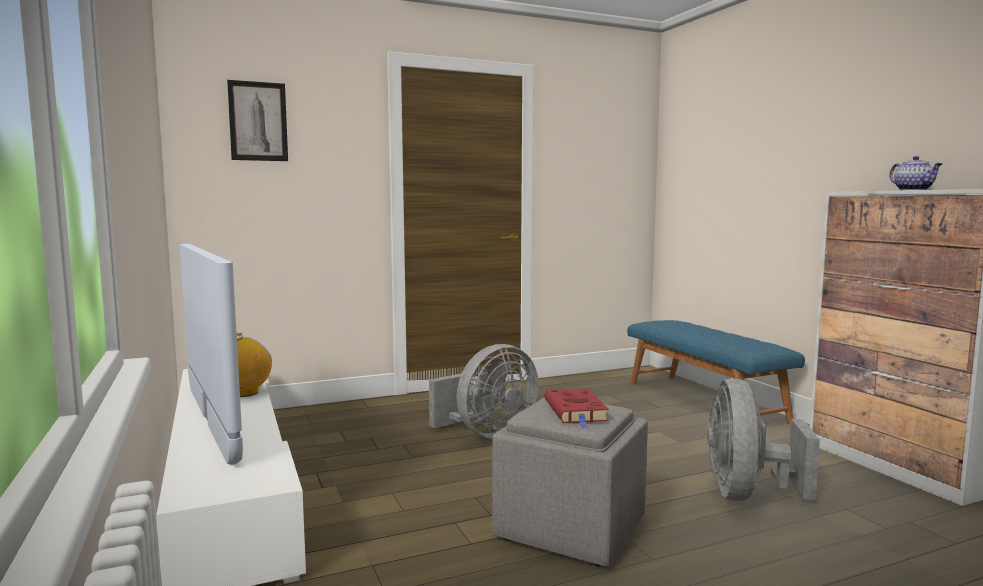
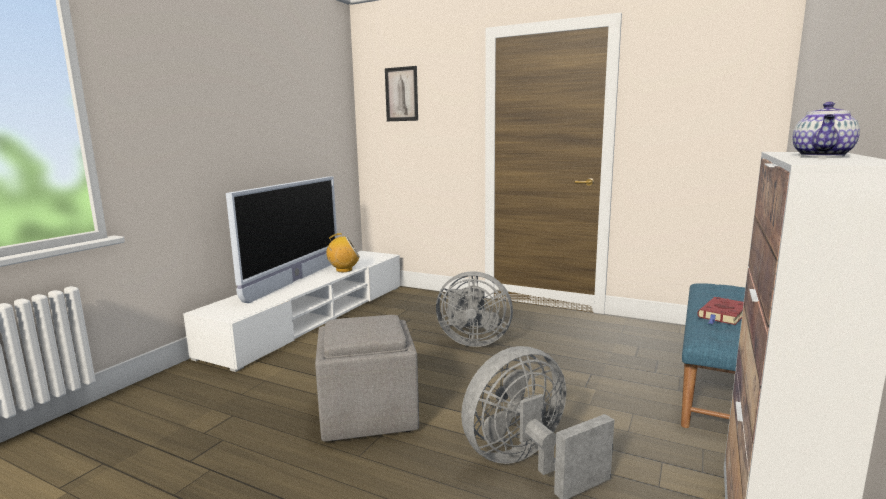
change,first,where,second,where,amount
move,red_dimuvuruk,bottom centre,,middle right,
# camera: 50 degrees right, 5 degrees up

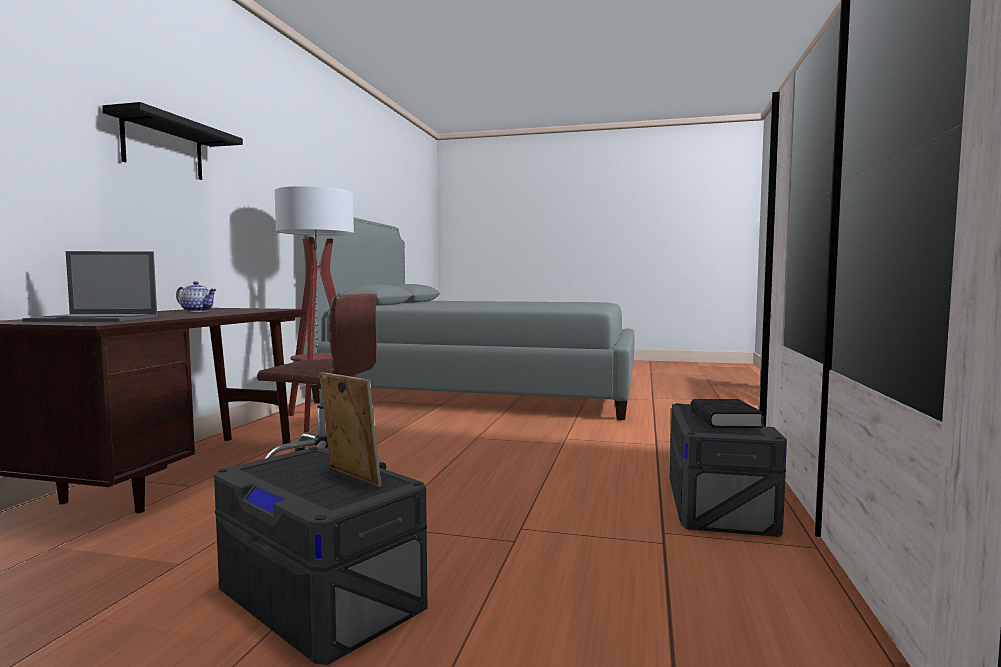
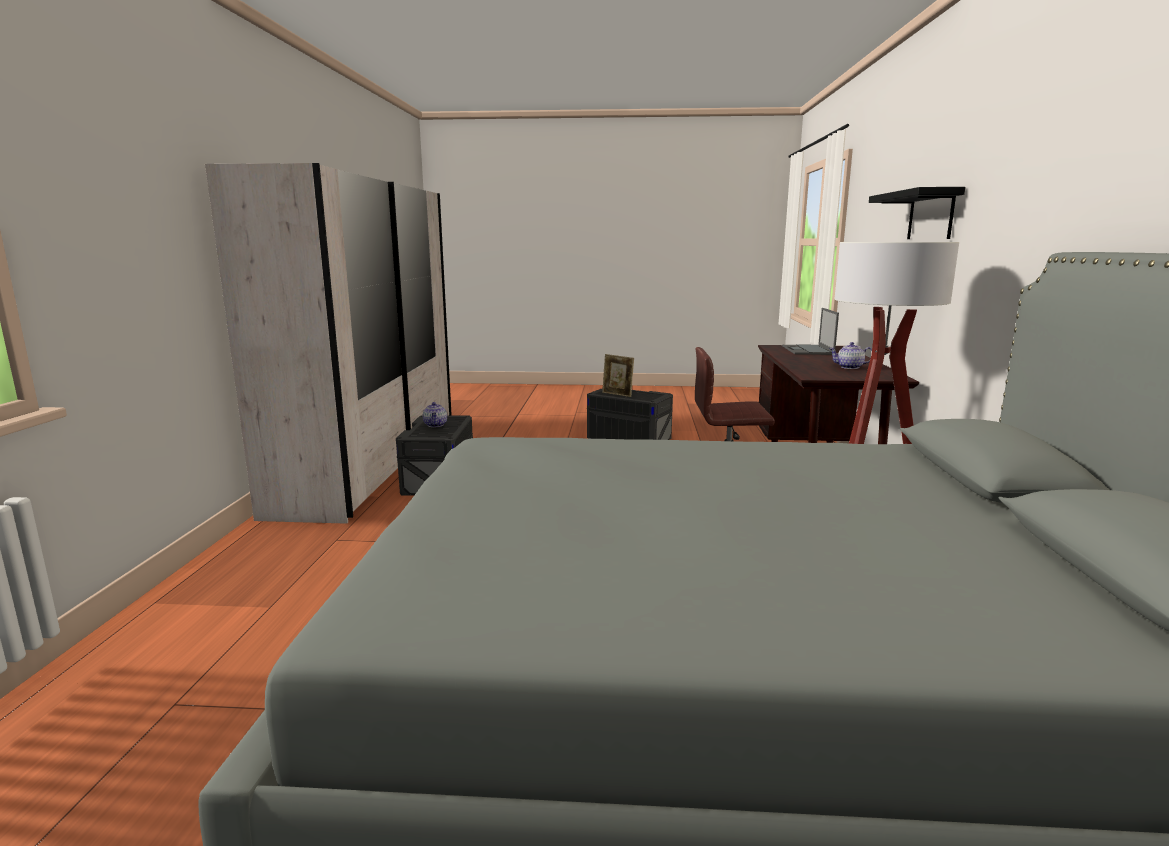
change,first,where,second,where,amount
rotate,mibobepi,middle left,,middle right,75 degrees counterclockwise
replace,black_dimuvuruk,middle right,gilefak (1st from left),centre,
# camera: 170 degrees right, 10 degrees up

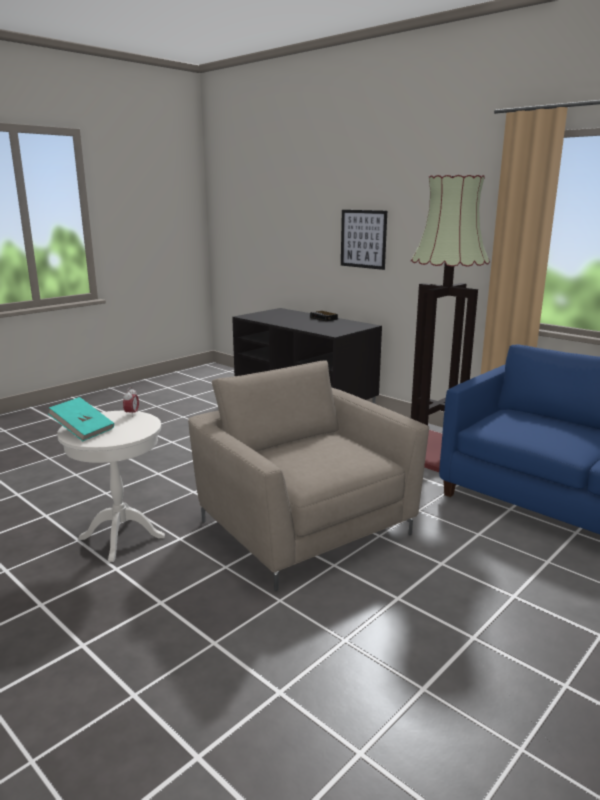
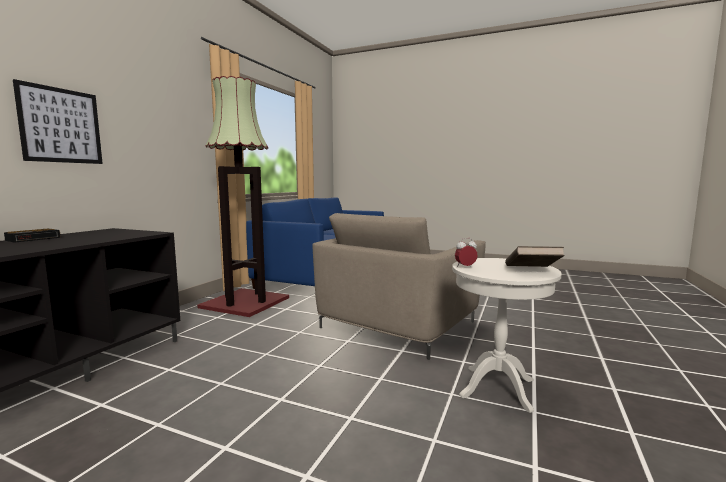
change,first,where,second,where,amount
recolor,turquoise_dimuvuruk,middle left,brown_dimuvuruk,middle right,
# camera: 110 degrees left, 10 degrees down

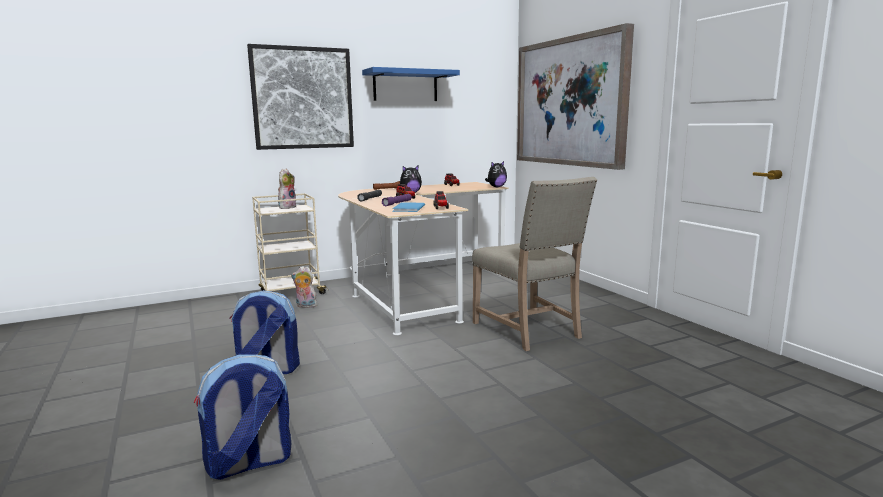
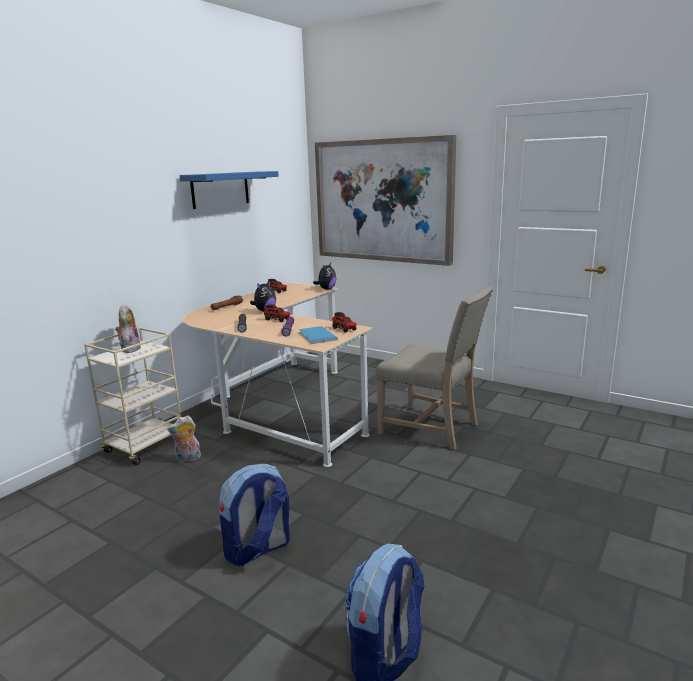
change,first,where,second,where,amount
delete,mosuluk (1st from left),top centre,,,
# camera: 30 degrees left, 5 degrees up

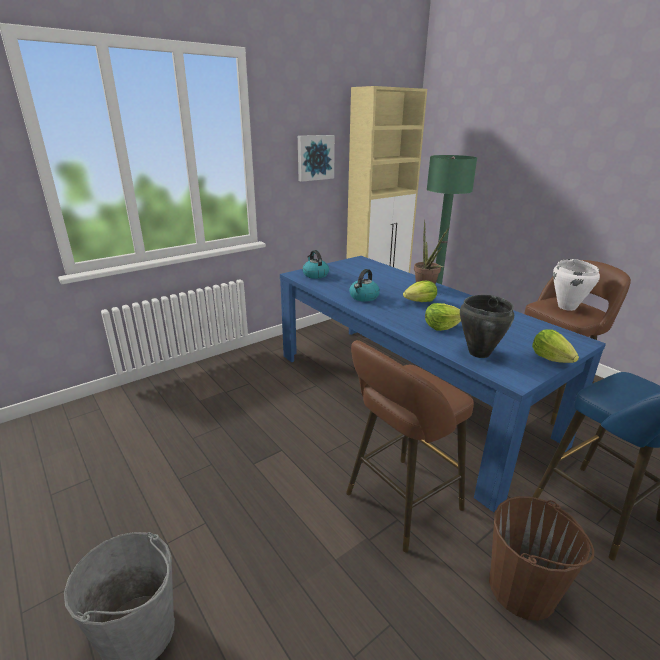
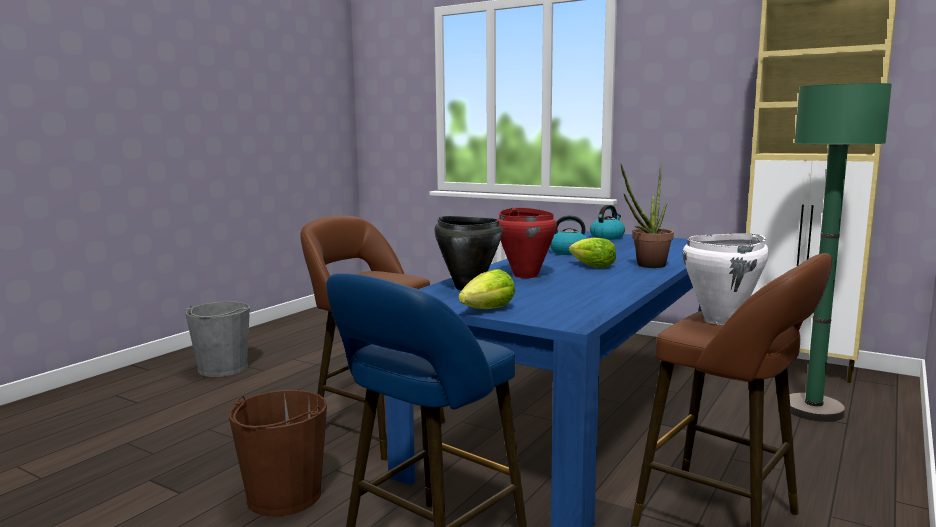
change,first,where,second,where,amount
delete,mosuluk,top centre,,,
replace,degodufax (2nd from left),middle right,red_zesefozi,centre,
# camera: 70 degrees right, 15 degrees down

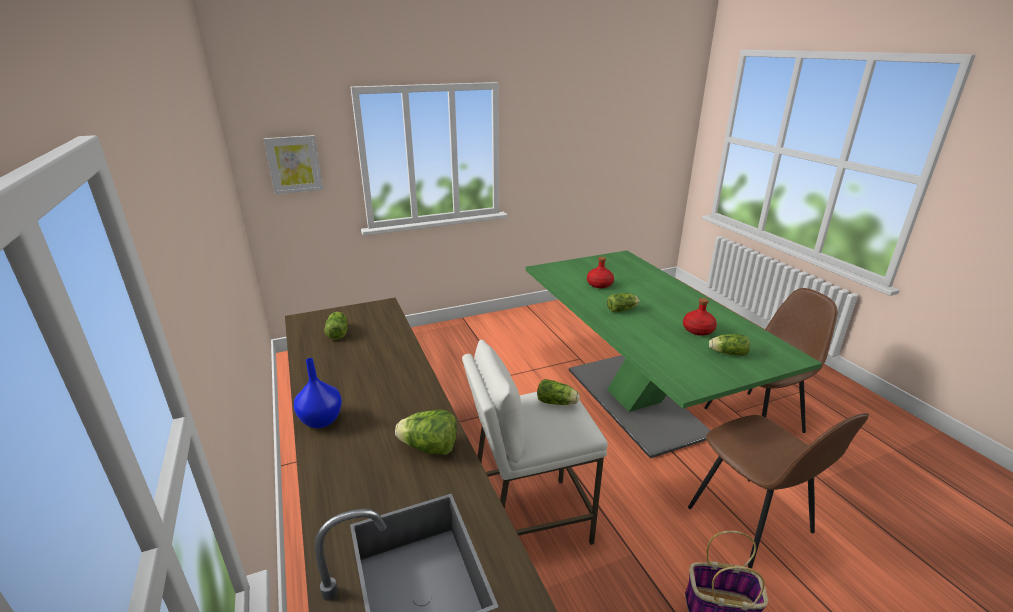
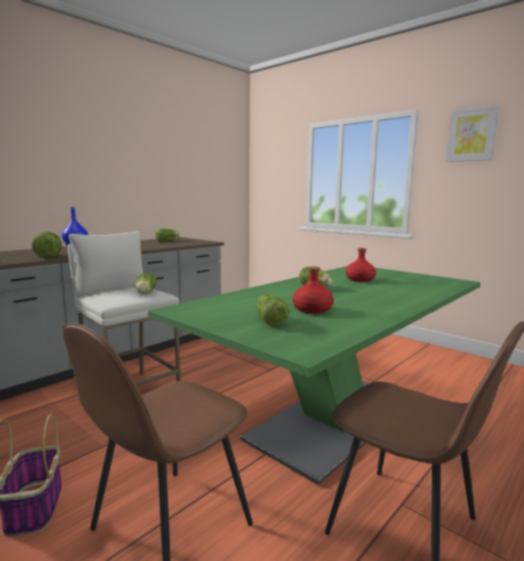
change,first,where,second,where,amount
move,mosuluk,top left,,top right,
# camera: 65 degrees right, 15 degrees down

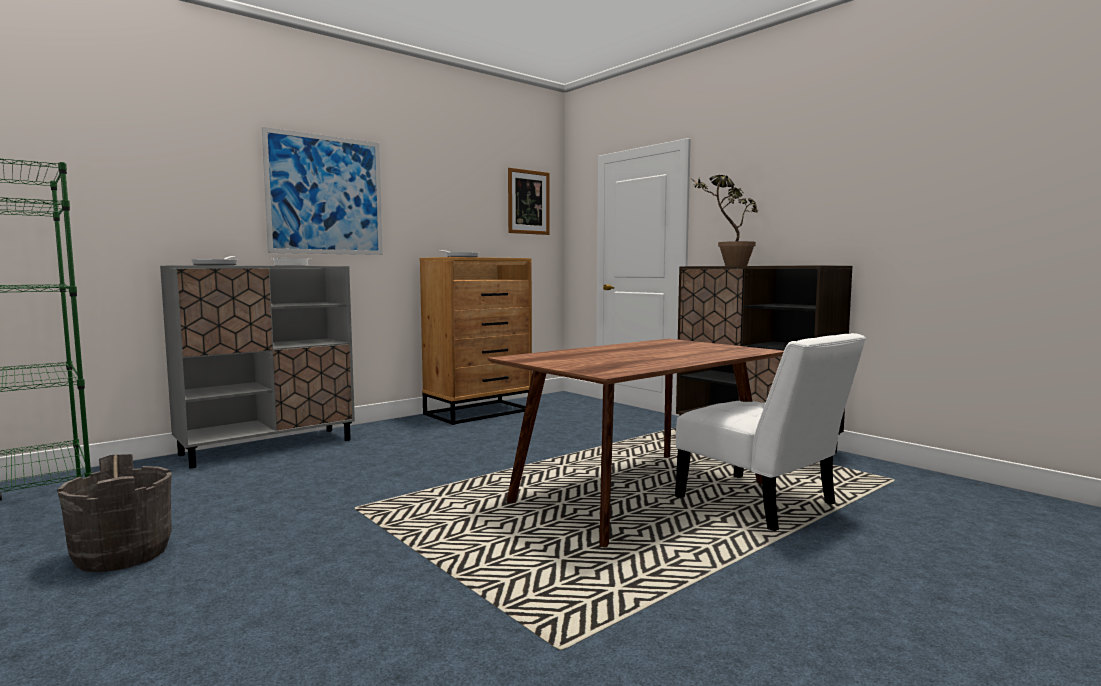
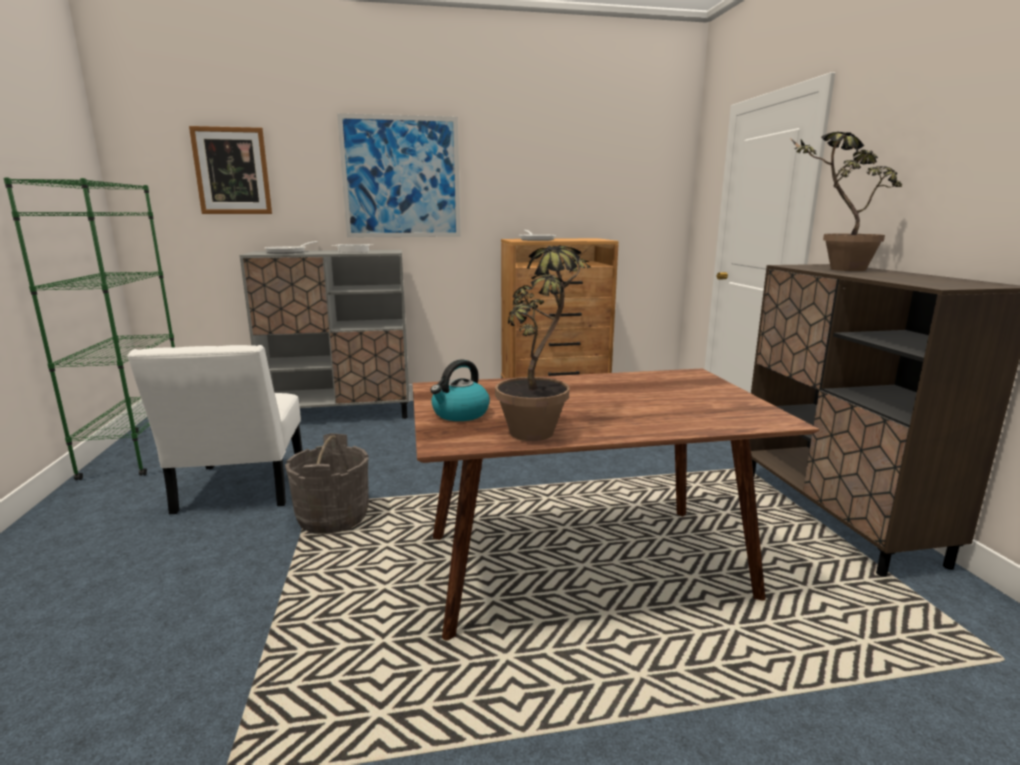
change,first,where,second,where,amount
move,mosuluk (2nd from left in the first image),top centre,mosuluk (1st from left),top left,
move,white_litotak,middle right,,middle left,
move,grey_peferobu,bottom left,,middle left,
insert,,,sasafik (1st from left),centre,
insert,,,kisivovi,centre,
# camera: 30 degrees right, 10 degrees up

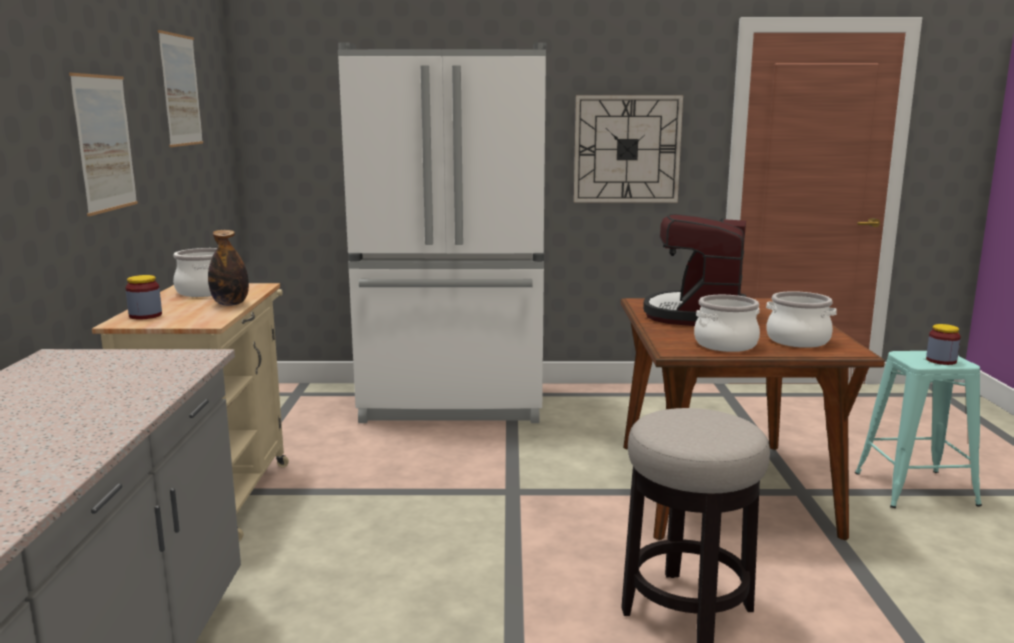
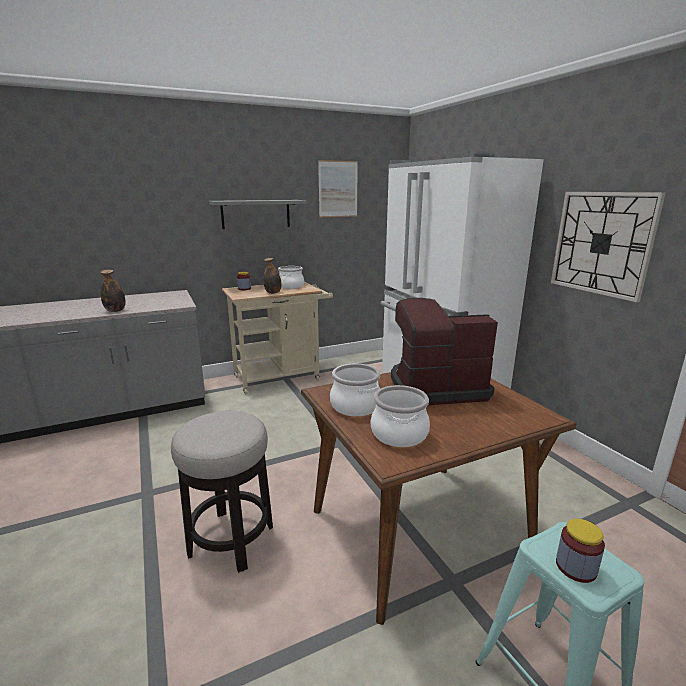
change,first,where,second,where,amount
replace,mosuluk (1st from left),top left,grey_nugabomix,top centre,
insert,,,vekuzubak (1st from left),middle left,
# camera: 65 degrees right, 5 degrees up

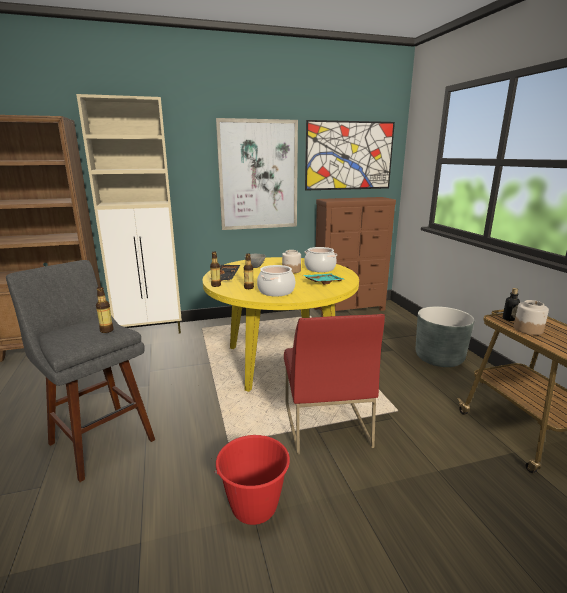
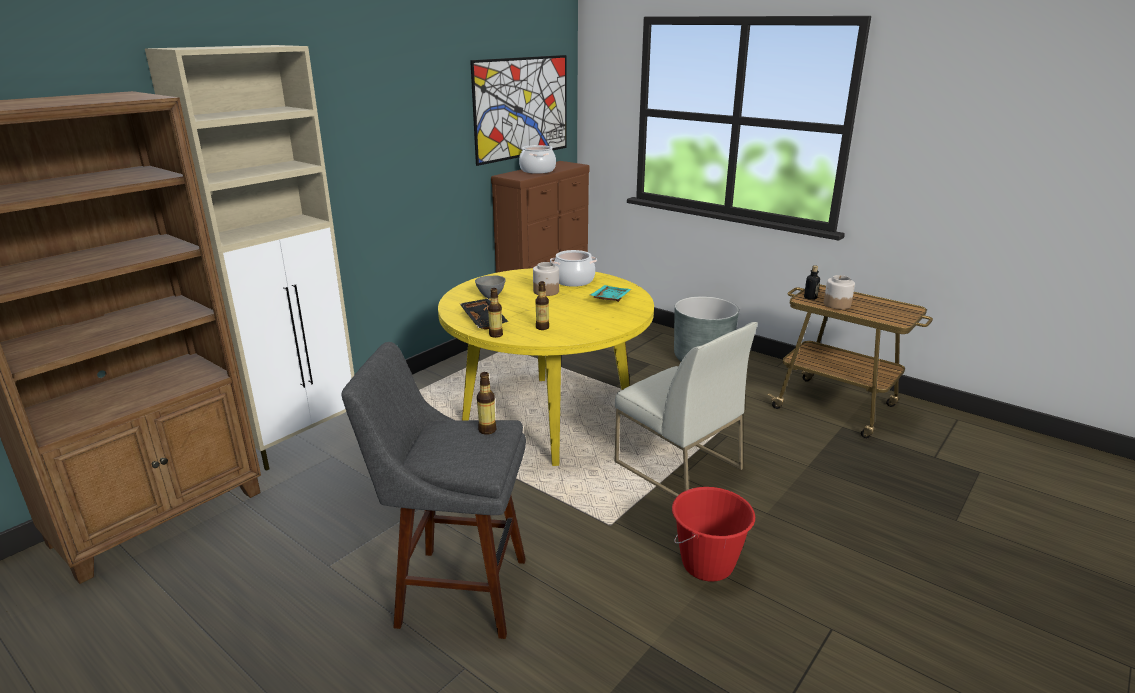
change,first,where,second,where,amount
delete,mosuluk (1st from left),top centre,,,
move,zesefozi (1st from left),centre,,top centre,
recolor,red_litotak,centre,white_litotak,centre,
# camera: 35 degrees left, 5 degrees up

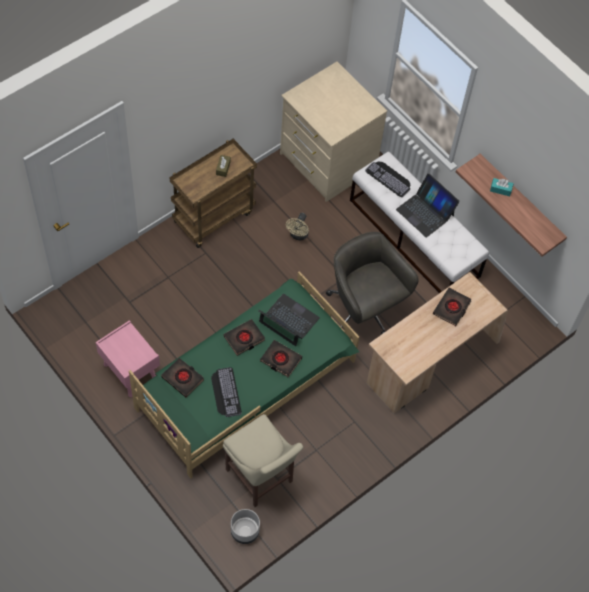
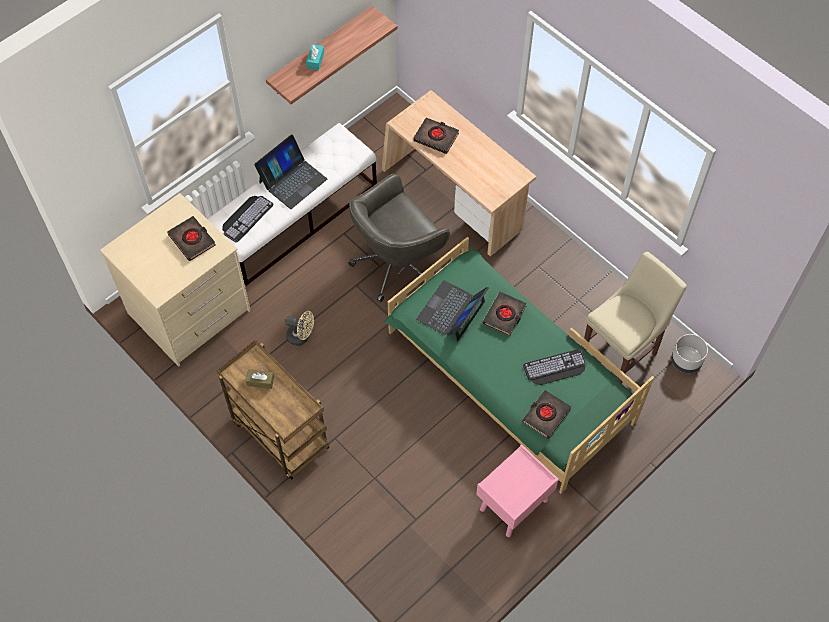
change,first,where,second,where,amount
move,black_dimuvuruk (2nd from left in the first image),centre,black_dimuvuruk (1st from left),middle left,
# camera: 90 degrees left, 0 degrees up

